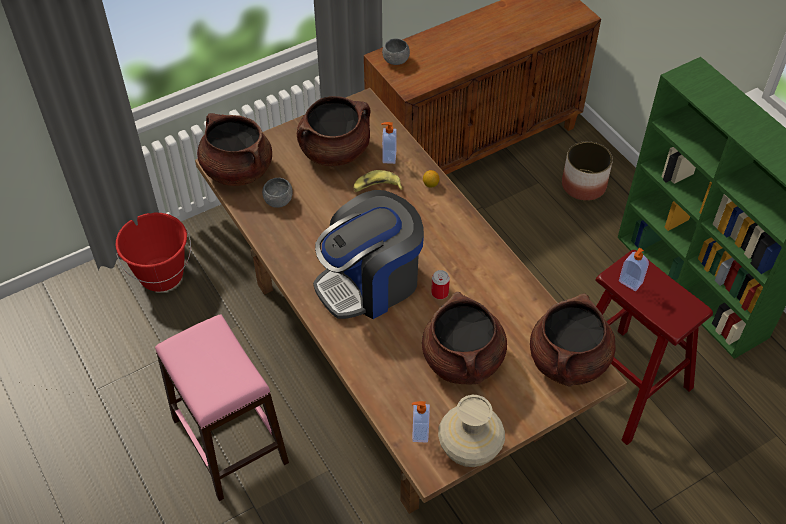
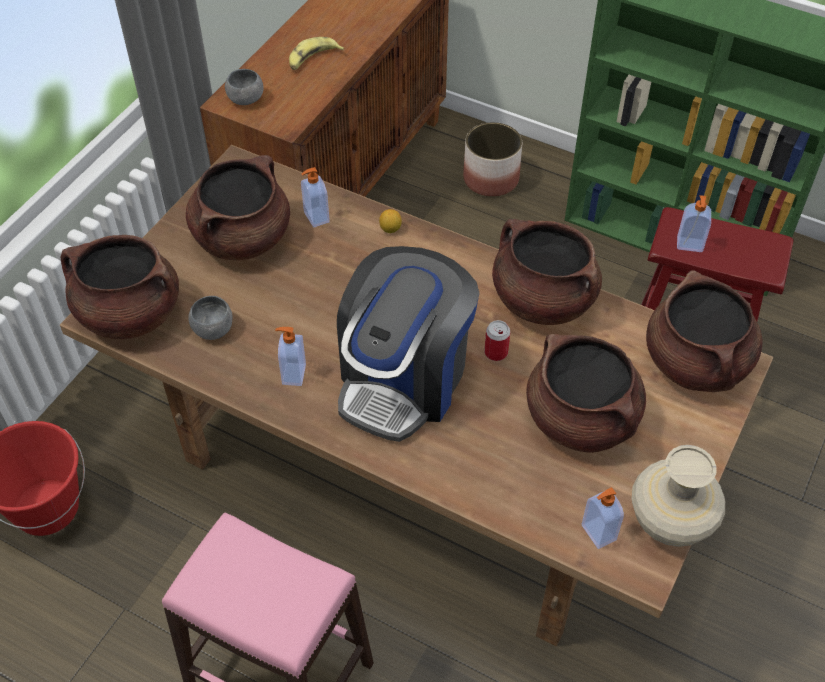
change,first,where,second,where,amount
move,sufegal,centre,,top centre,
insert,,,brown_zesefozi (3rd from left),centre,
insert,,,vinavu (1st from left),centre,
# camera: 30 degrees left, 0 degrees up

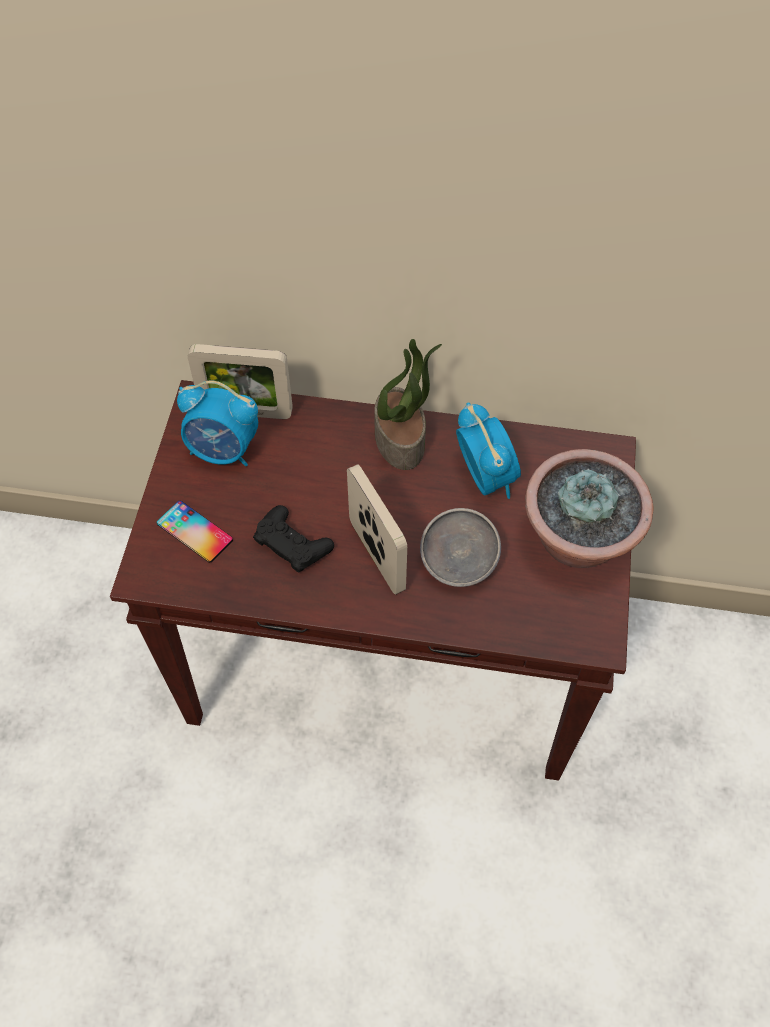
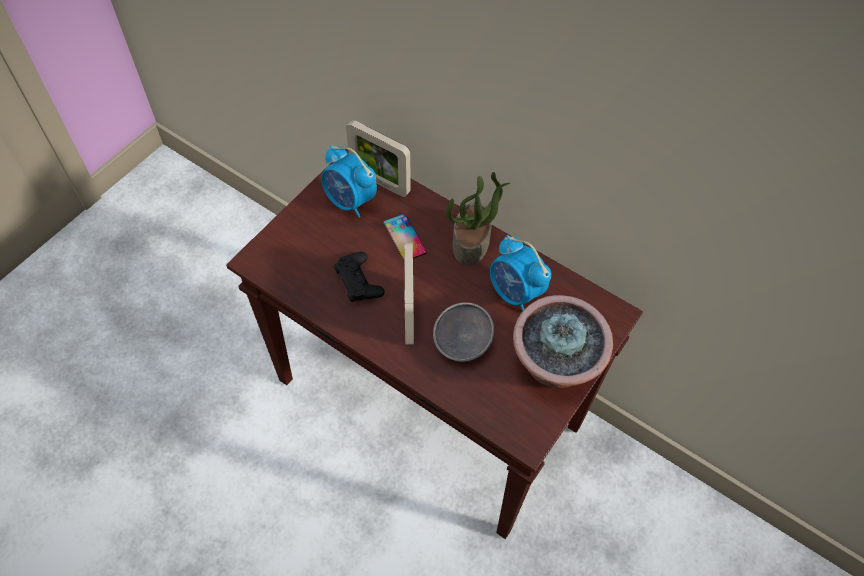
change,first,where,second,where,amount
rotate,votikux (2nd from left),centre,,centre,135 degrees clockwise
move,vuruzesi,middle left,,centre,
# camera: 25 degrees right, 0 degrees up

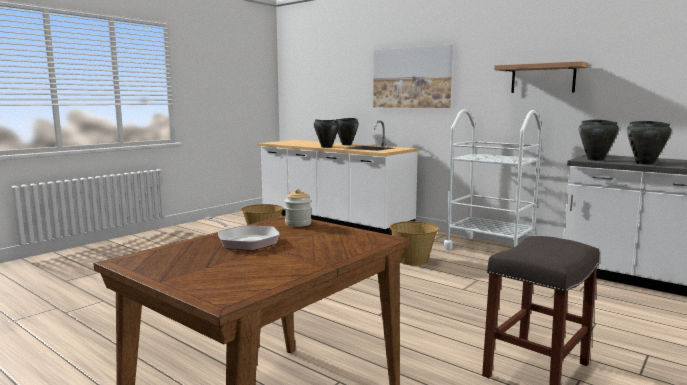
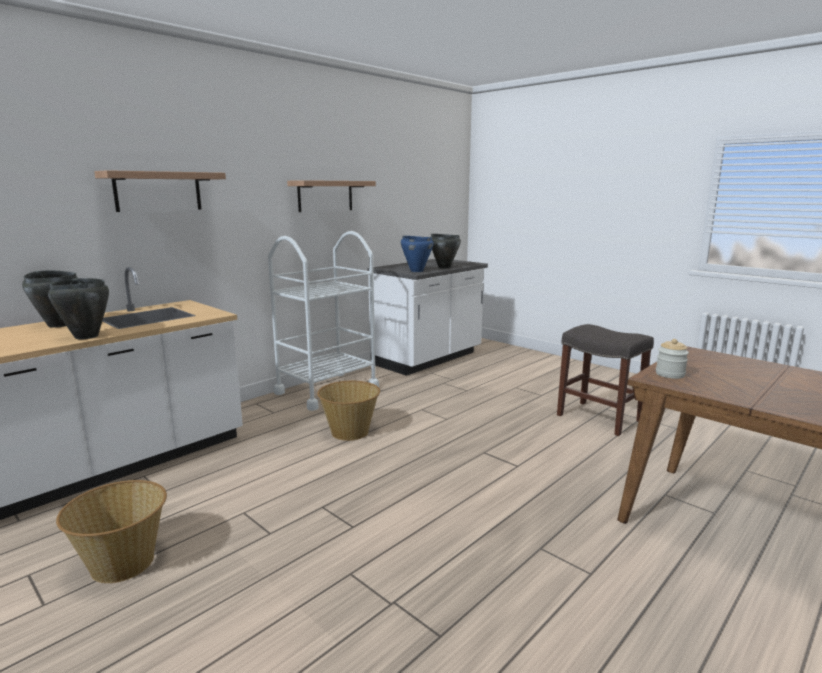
change,first,where,second,where,amount
replace,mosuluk,top centre,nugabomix (1st from left),top left,
recolor,black_zesefozi (3rd from left),middle right,blue_zesefozi,centre,
delete,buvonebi,centre,,,
# camera: 85 degrees left, 5 degrees up

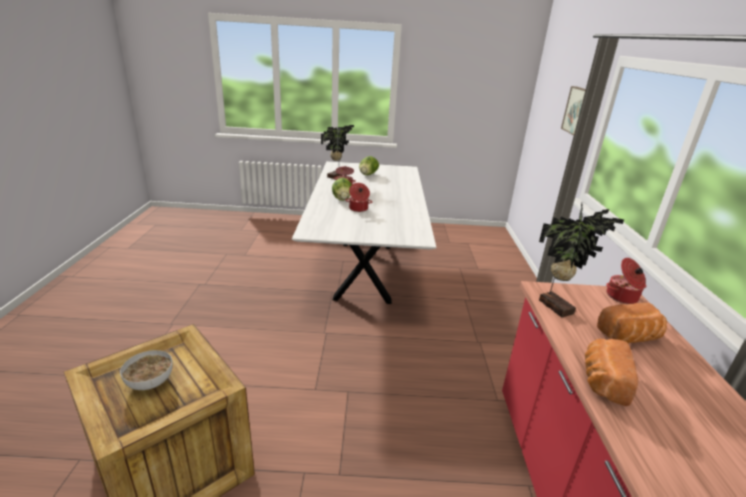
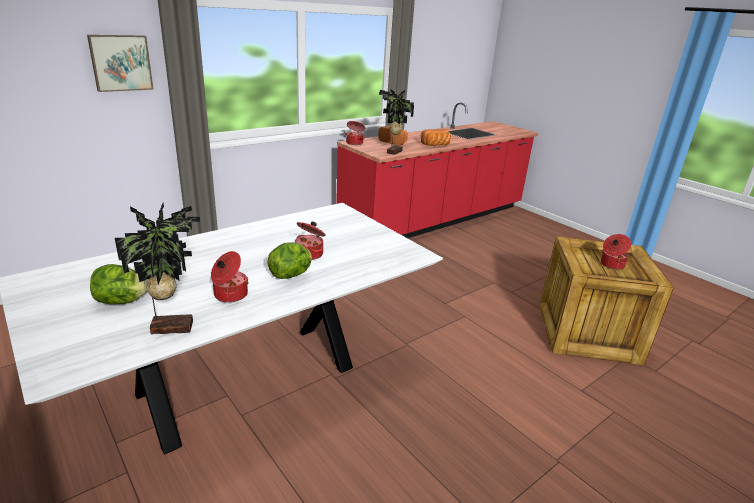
change,first,where,second,where,amount
replace,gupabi,bottom left,zesefozi (4th from left),middle right,
# camera: 130 degrees left, 0 degrees up

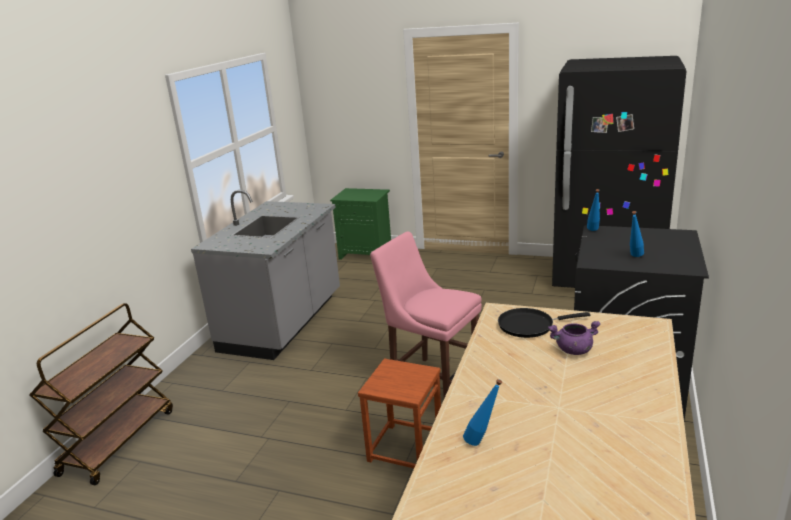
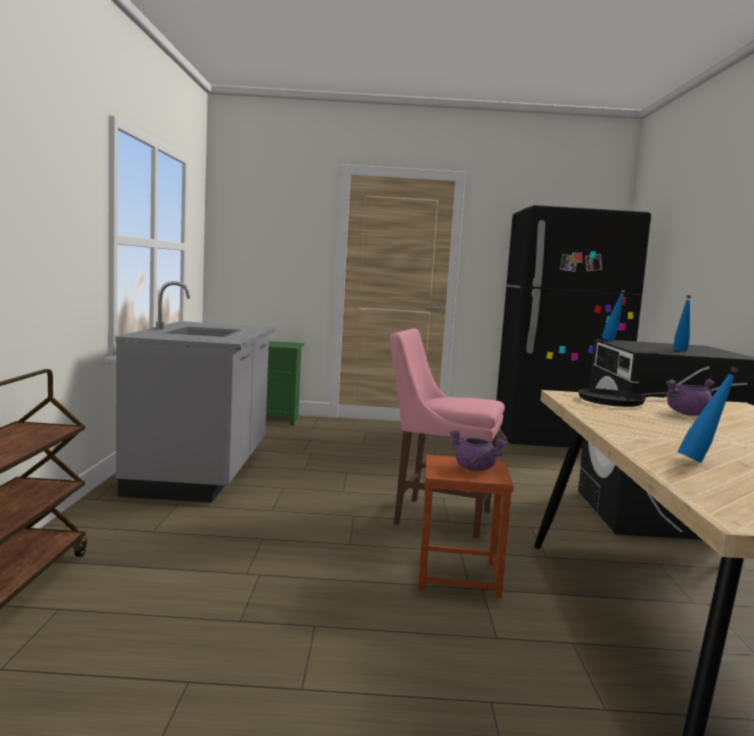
change,first,where,second,where,amount
insert,,,purple_zesefozi (1st from left),centre,
# camera: 20 degrees left, 15 degrees down

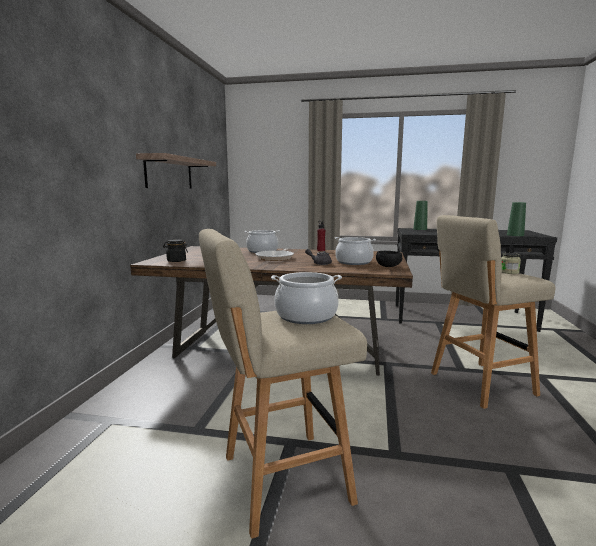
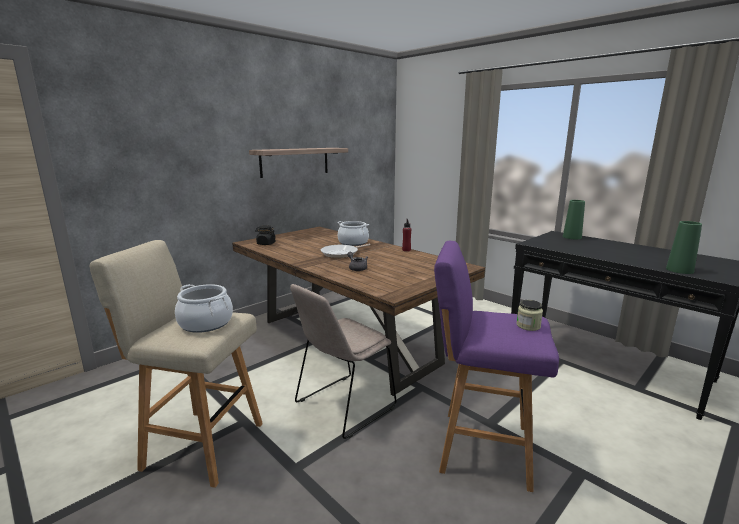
change,first,where,second,where,amount
recolor,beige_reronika (2nd from left),middle right,purple_reronika,bottom right,
delete,zesefozi (3rd from left),centre,,,
delete,black_gupabi,centre,,,
insert,,,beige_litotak,bottom centre,
# camera: 35 degrees right, 5 degrees up

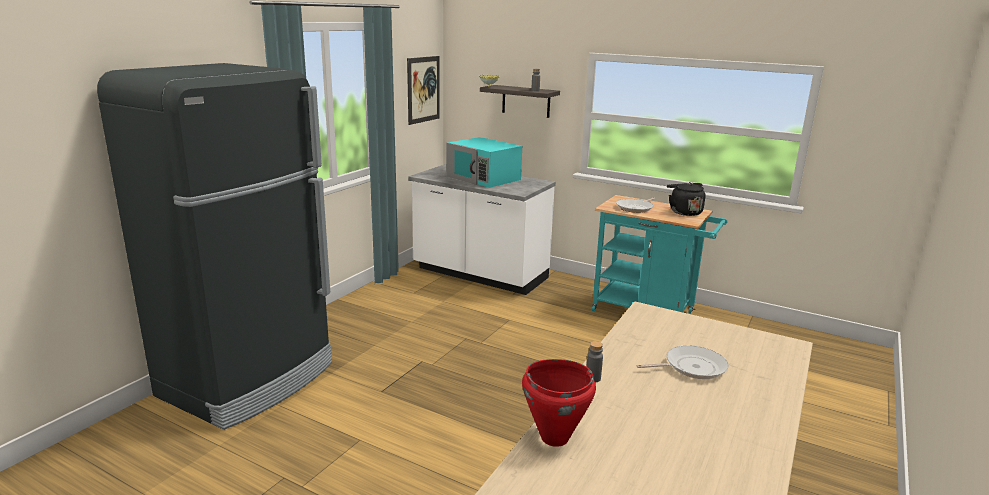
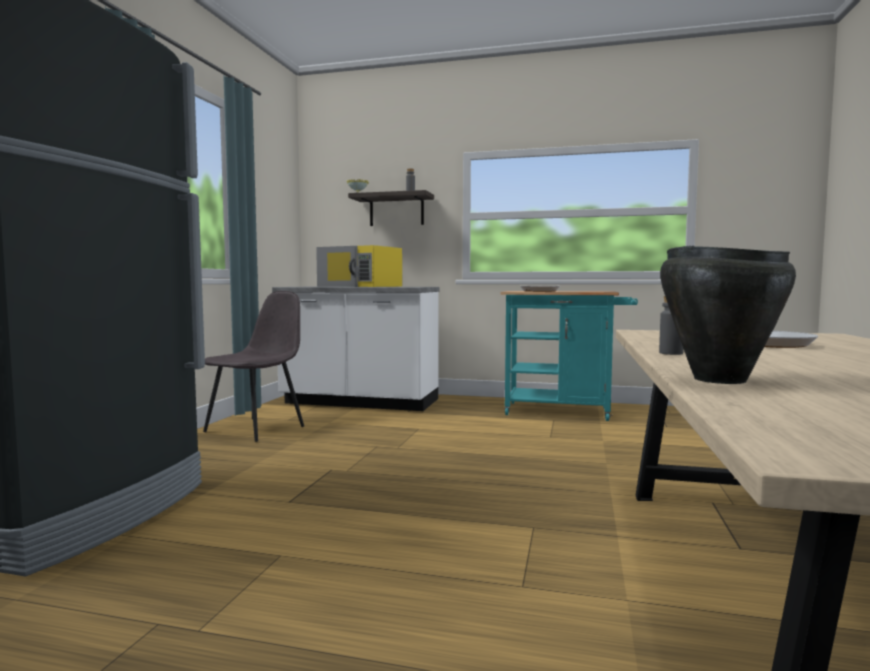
change,first,where,second,where,amount
delete,mosuluk,top centre,,,
recolor,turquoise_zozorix,top centre,yellow_zozorix,centre,
delete,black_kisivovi,middle right,,,
recolor,red_zesefozi,bottom centre,black_zesefozi,middle right,
insert,,,grey_litotak,middle left,
# camera: 15 degrees left, 15 degrees down

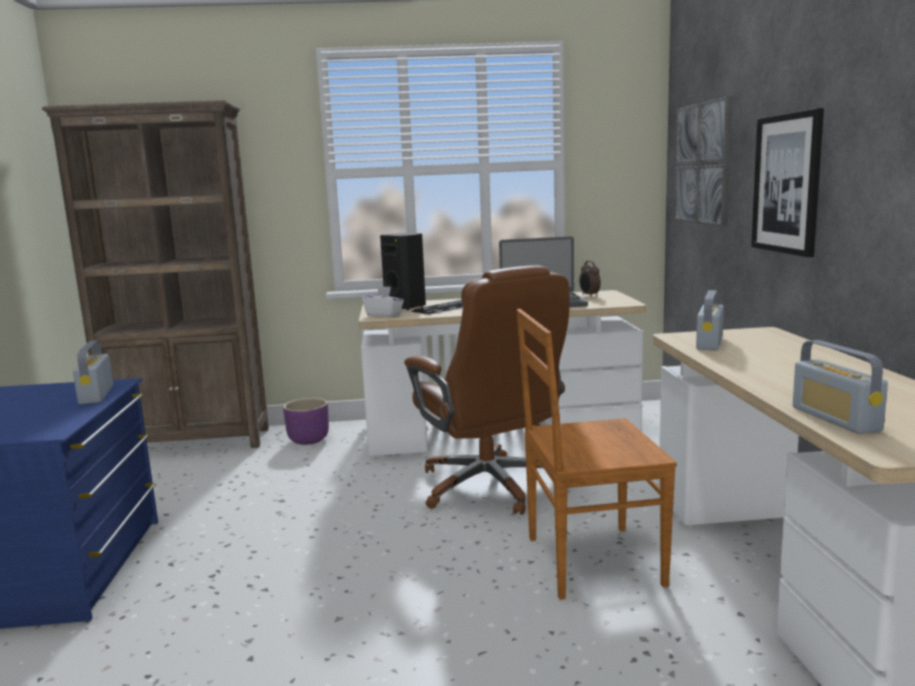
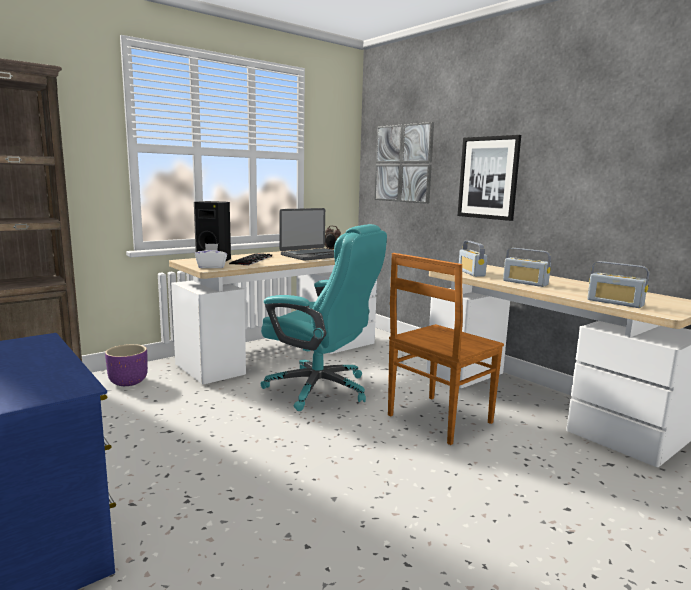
change,first,where,second,where,amount
recolor,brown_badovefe,centre,turquoise_badovefe,centre,
move,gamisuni (1st from left in the first image),middle left,gamisuni (2nd from left),middle right,
# camera: 35 degrees left, 0 degrees up

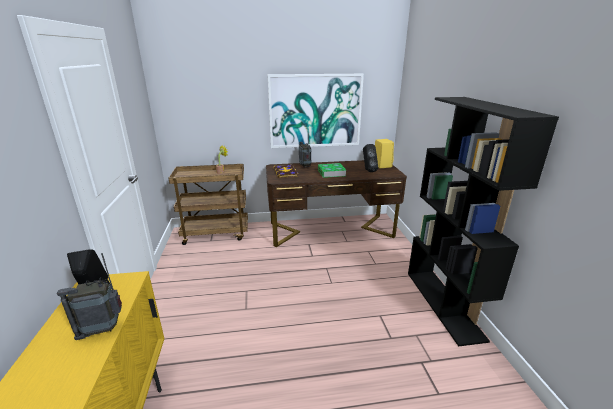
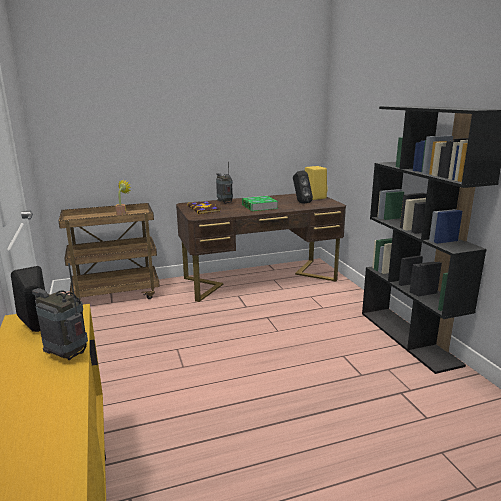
change,first,where,second,where,amount
delete,mosuluk,top centre,,,
rotate,gamisuni (1st from left),bottom left,,middle left,60 degrees clockwise
# camera: 10 degrees left, 5 degrees down

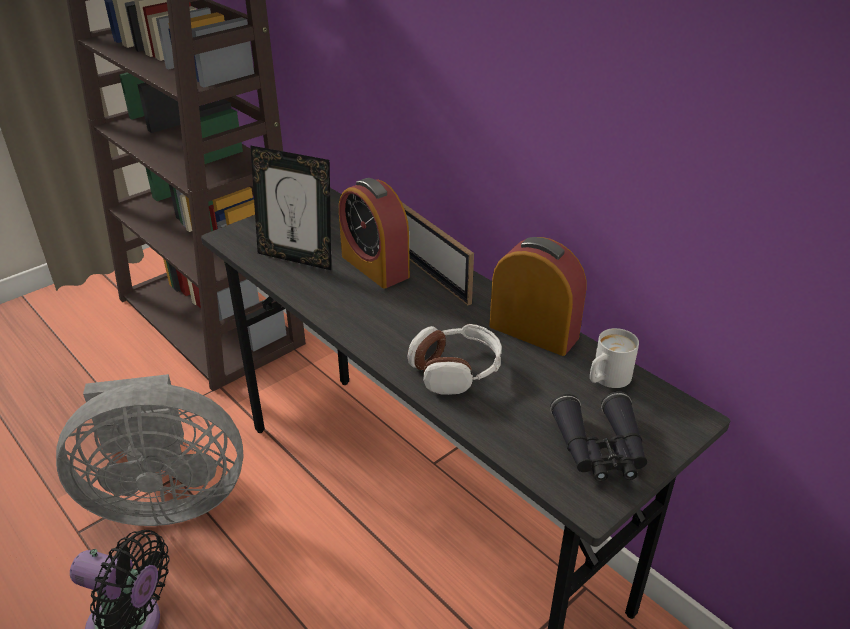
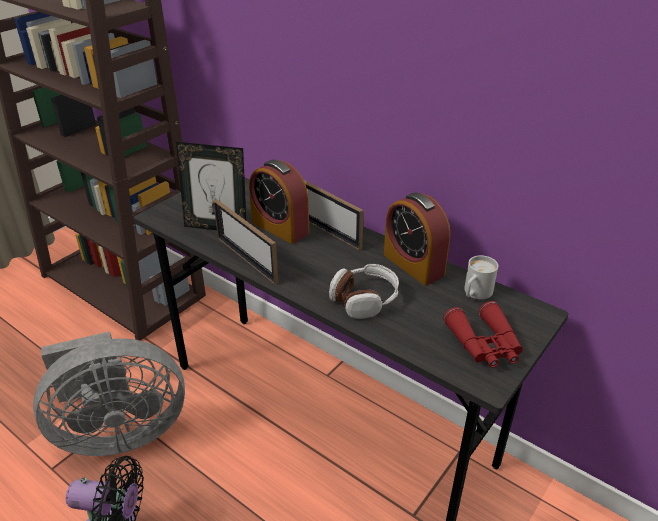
change,first,where,second,where,amount
rotate,votikux (2nd from left),centre,,centre,150 degrees counterclockwise
recolor,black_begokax,bottom right,red_begokax,middle right,
insert,,,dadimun (2nd from left),centre,
# camera: 10 degrees left, 0 degrees up

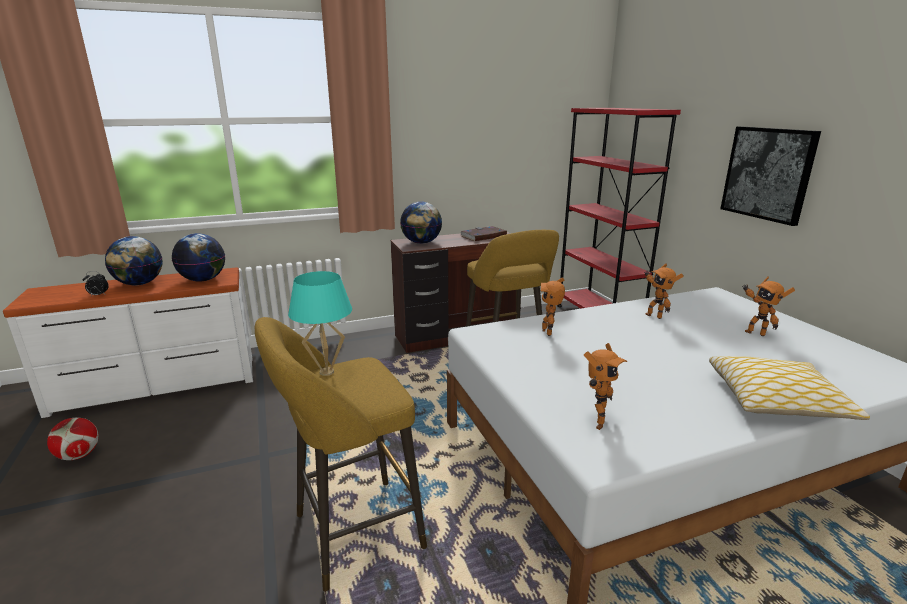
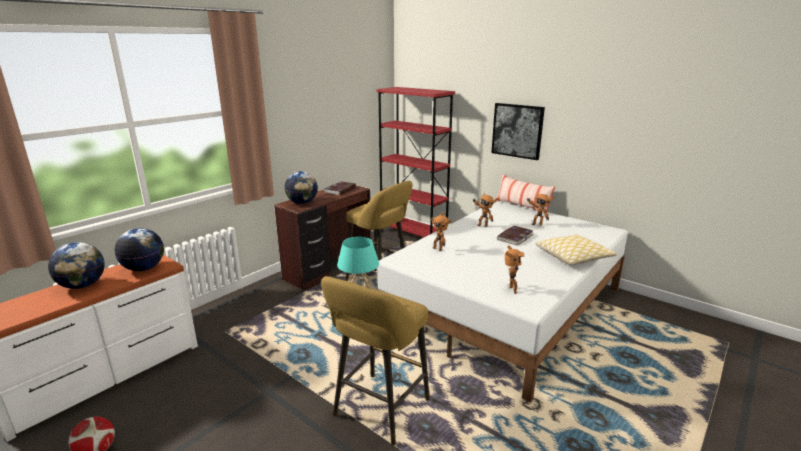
change,first,where,second,where,amount
delete,votikux,middle left,,,
insert,,,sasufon (1st from left),centre,
insert,,,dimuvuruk (2nd from left),centre,
# camera: 30 degrees left, 0 degrees up

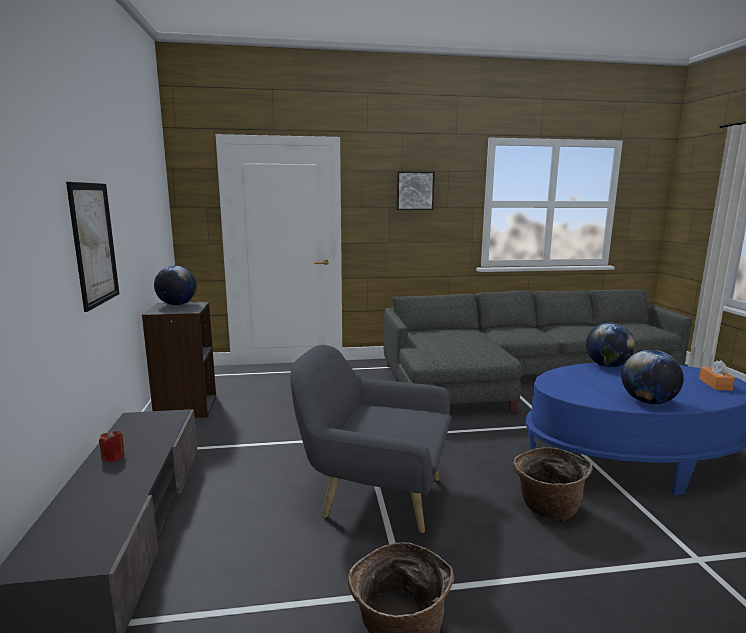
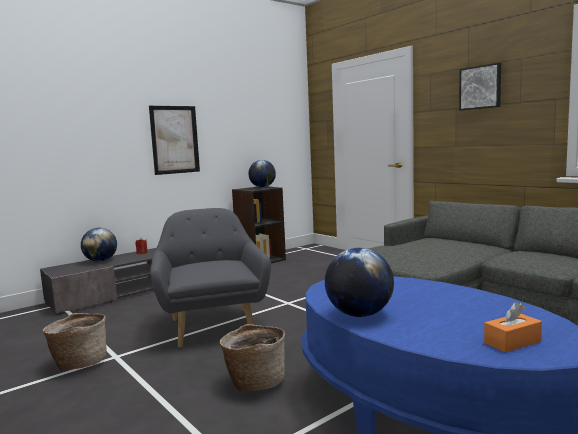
change,first,where,second,where,amount
move,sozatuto (2nd from left in the first image),middle right,sozatuto (1st from left),middle left,
# camera: 60 degrees right, 5 degrees down

